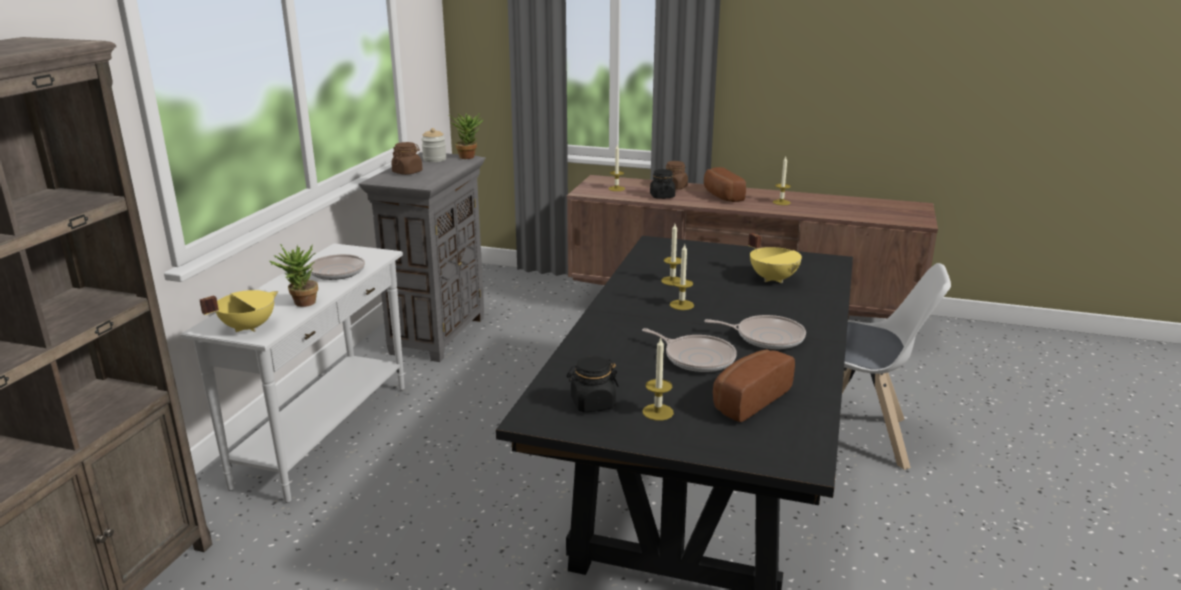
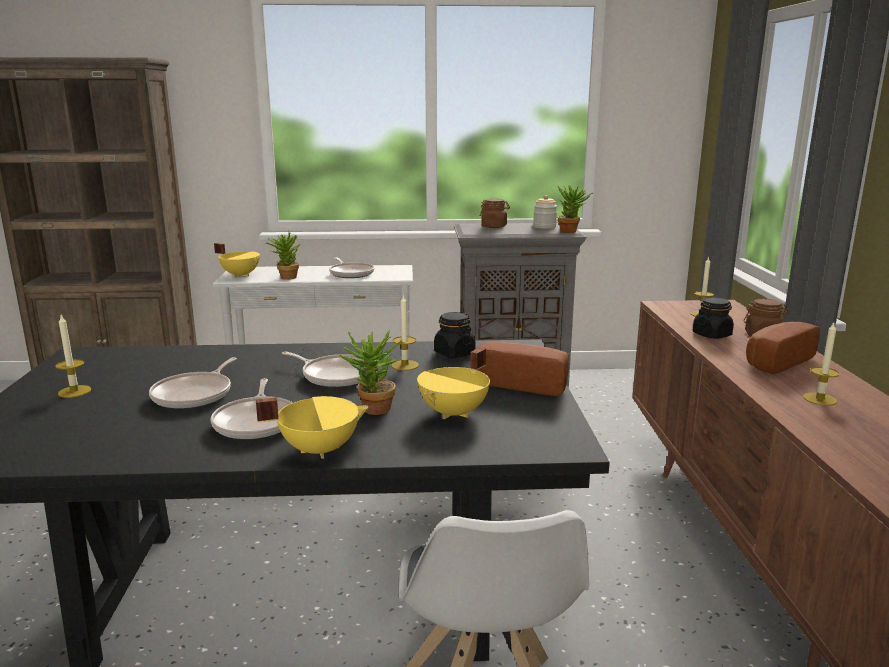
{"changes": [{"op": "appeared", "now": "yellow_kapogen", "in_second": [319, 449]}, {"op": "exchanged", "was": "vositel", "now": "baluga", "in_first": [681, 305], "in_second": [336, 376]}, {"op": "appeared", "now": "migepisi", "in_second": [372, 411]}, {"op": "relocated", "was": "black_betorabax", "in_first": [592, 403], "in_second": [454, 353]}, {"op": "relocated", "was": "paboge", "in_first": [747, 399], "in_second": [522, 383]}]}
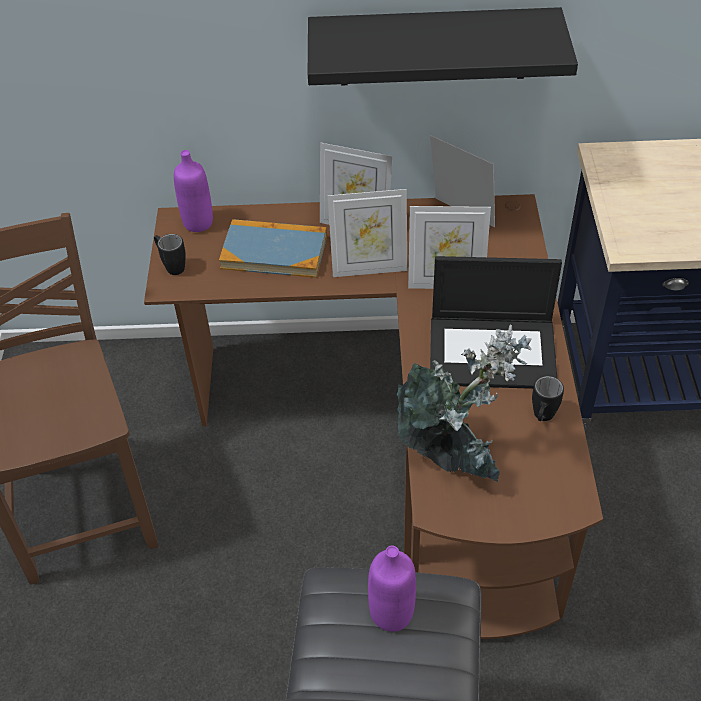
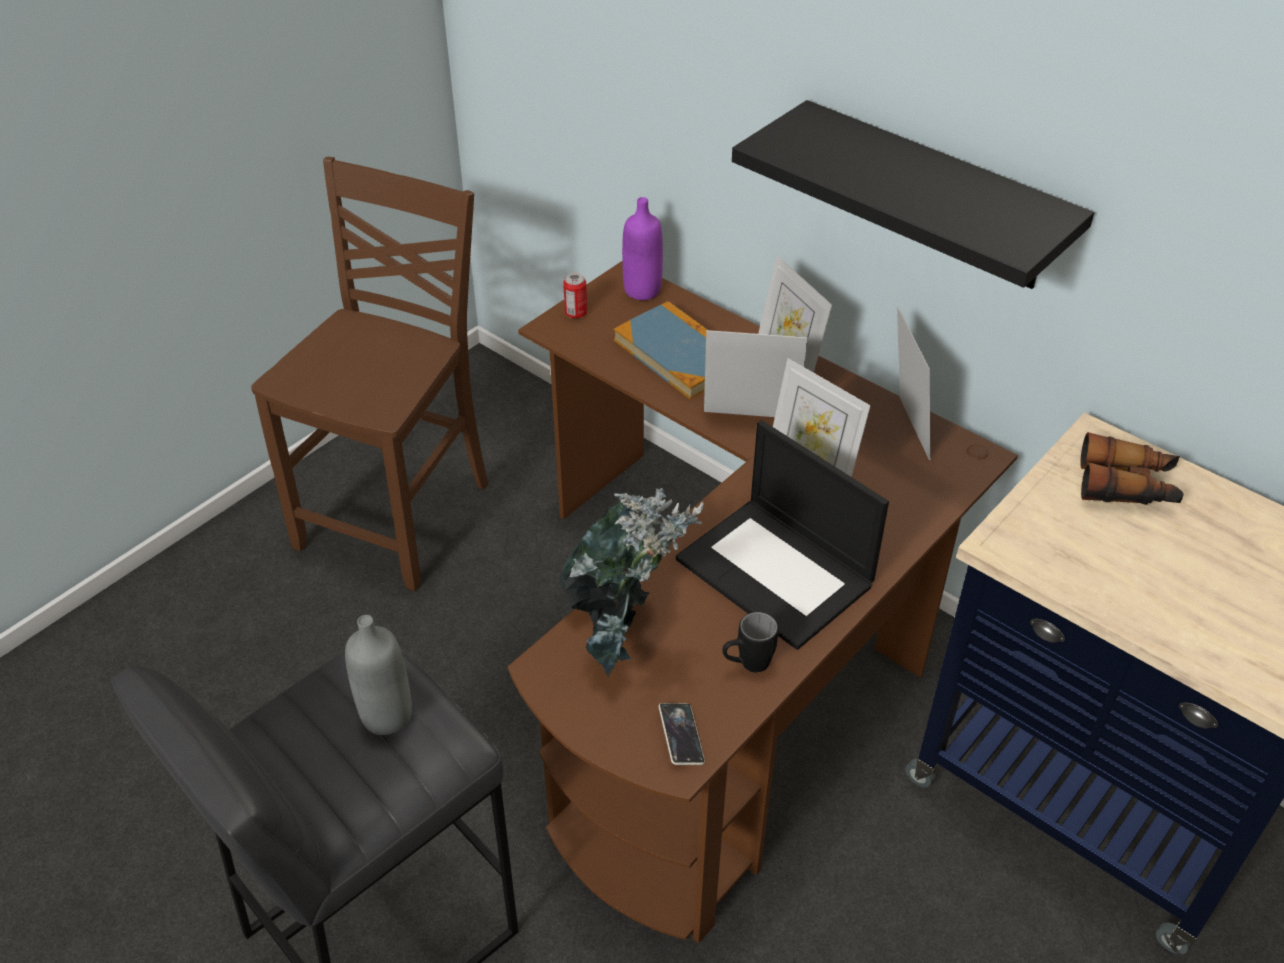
{"changes": [{"op": "colour", "was": "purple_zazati", "now": "grey_zazati", "in_first": [391, 613], "in_second": [386, 715]}, {"op": "exchanged", "was": "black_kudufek", "now": "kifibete", "in_first": [171, 266], "in_second": [576, 313]}, {"op": "appeared", "now": "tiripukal", "in_second": [681, 736]}, {"op": "spun", "was": "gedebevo", "in_first": [369, 268], "in_second": [750, 421], "clockwise": 150}, {"op": "appeared", "now": "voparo", "in_second": [1127, 485]}]}
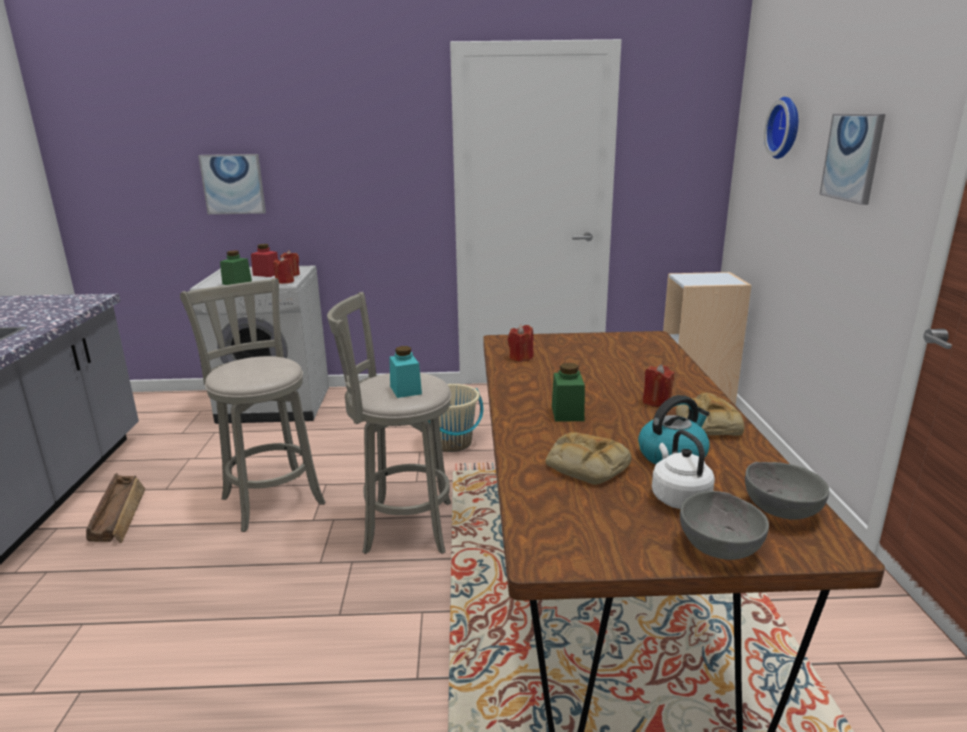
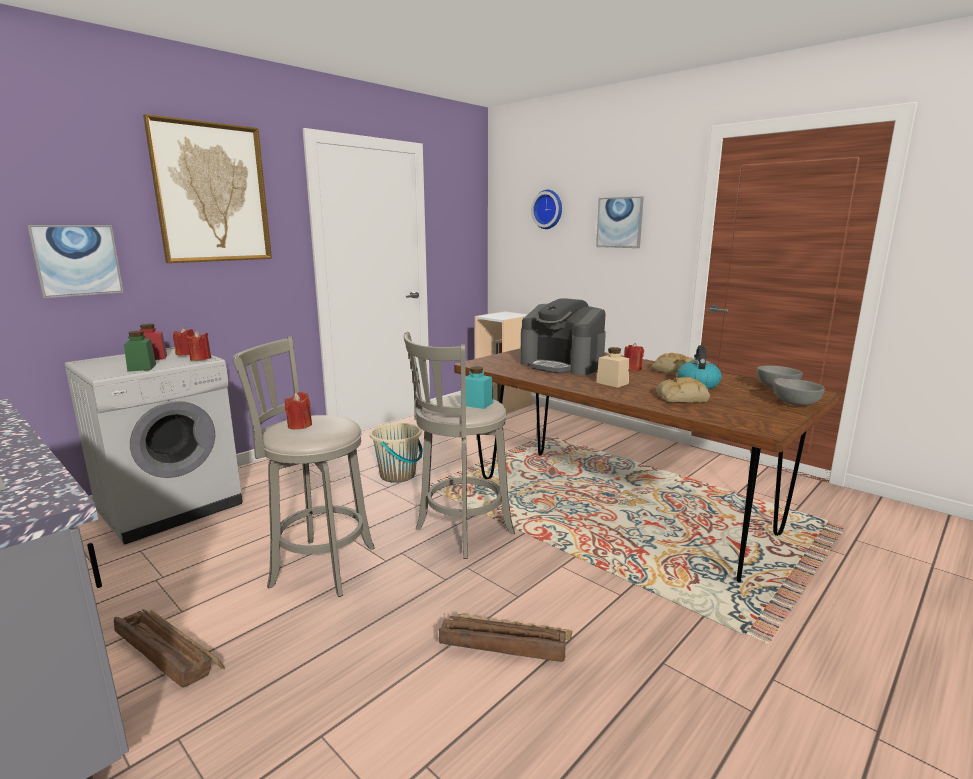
{"changes": [{"op": "appeared", "now": "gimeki", "in_second": [212, 193]}, {"op": "relocated", "was": "red_vositel", "in_first": [521, 357], "in_second": [299, 425]}, {"op": "appeared", "now": "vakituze", "in_second": [504, 646]}, {"op": "appeared", "now": "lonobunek", "in_second": [562, 365]}, {"op": "colour", "was": "green_betorabax", "now": "beige_betorabax", "in_first": [567, 413], "in_second": [612, 383]}, {"op": "missing", "was": "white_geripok", "in_first": [678, 497]}]}
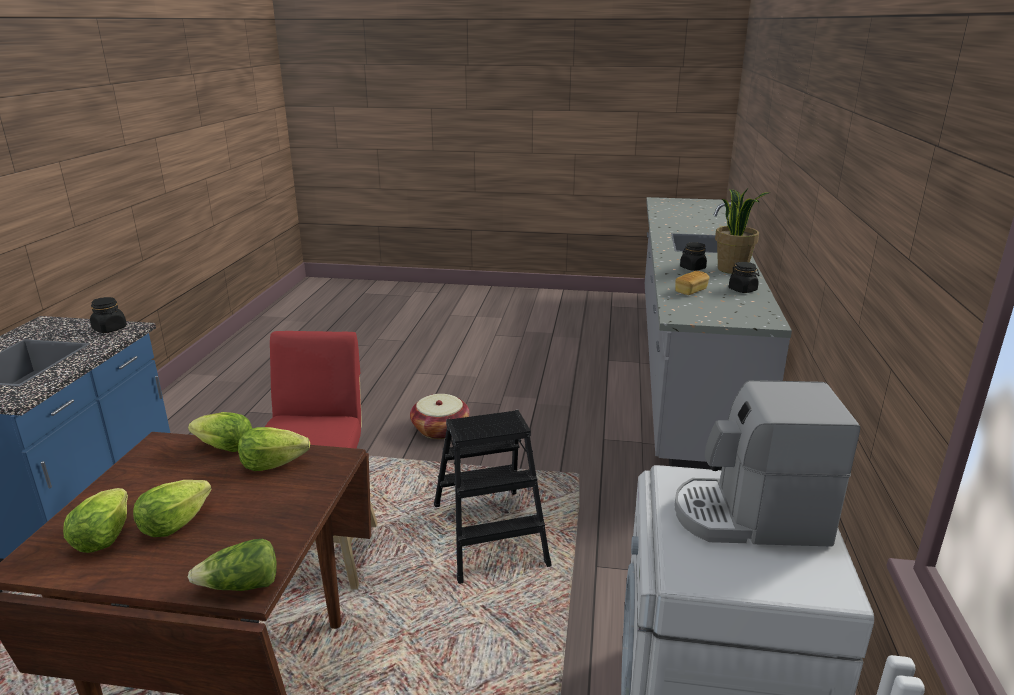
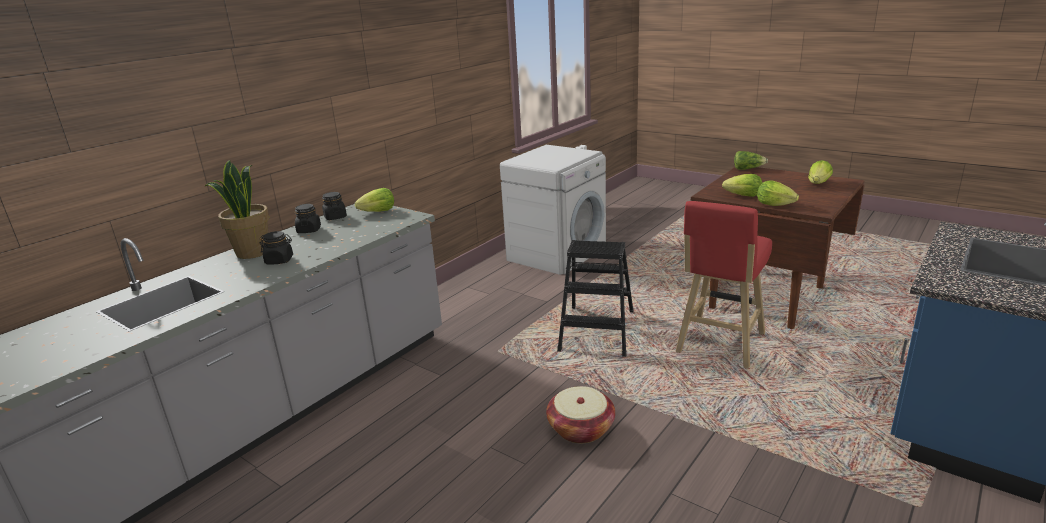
{"changes": [{"op": "relocated", "was": "black_betorabax", "in_first": [110, 329], "in_second": [335, 217]}, {"op": "relocated", "was": "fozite", "in_first": [174, 524], "in_second": [378, 212]}, {"op": "missing", "was": "lonobunek", "in_first": [750, 518]}, {"op": "missing", "was": "paboge", "in_first": [691, 291]}]}
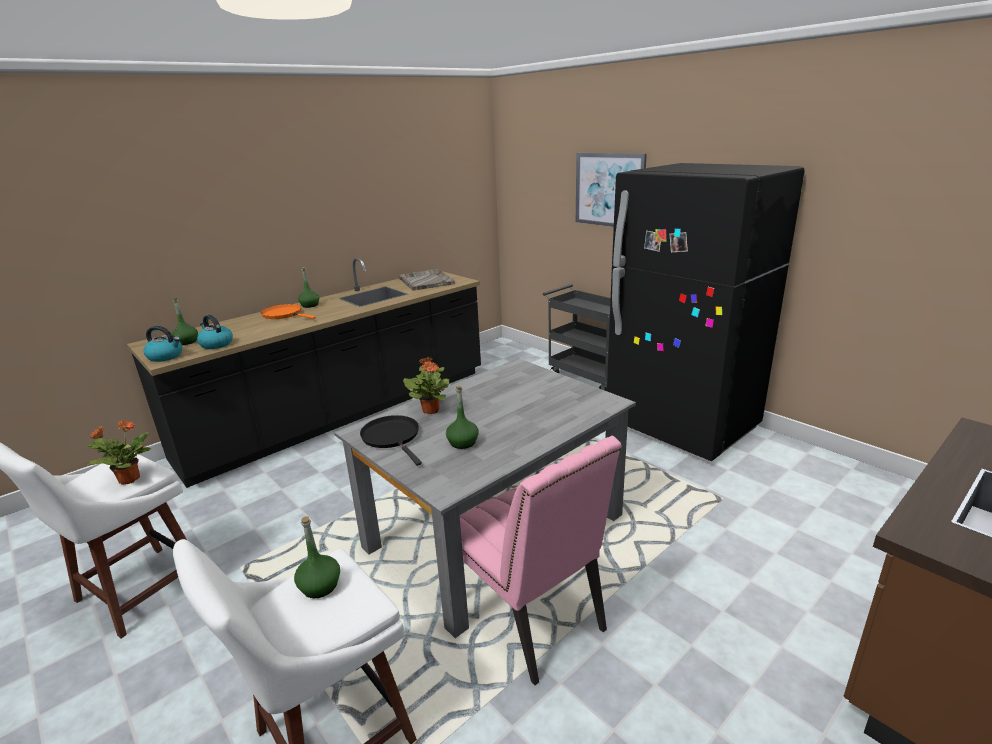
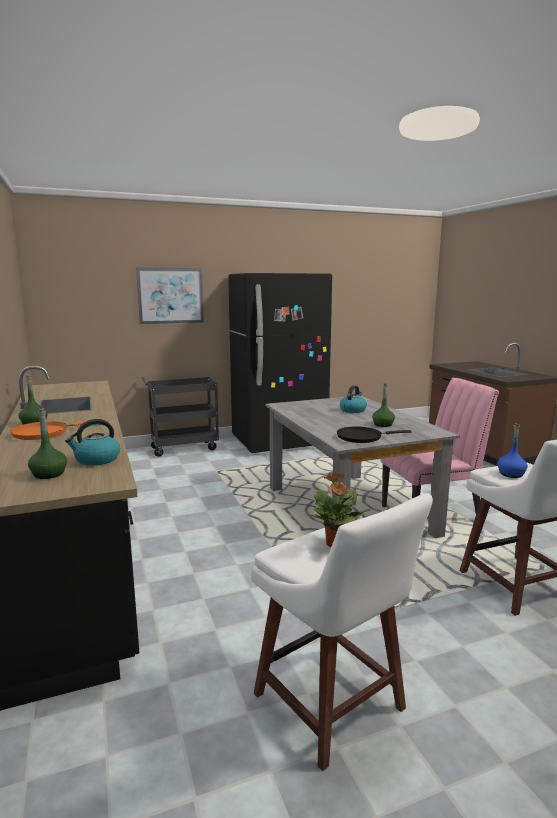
{"changes": [{"op": "relocated", "was": "geripok", "in_first": [166, 356], "in_second": [353, 410]}, {"op": "colour", "was": "green_zazati", "now": "blue_zazati", "in_first": [320, 586], "in_second": [511, 474]}, {"op": "missing", "was": "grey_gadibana", "in_first": [426, 281]}, {"op": "missing", "was": "migepisi", "in_first": [431, 410]}]}
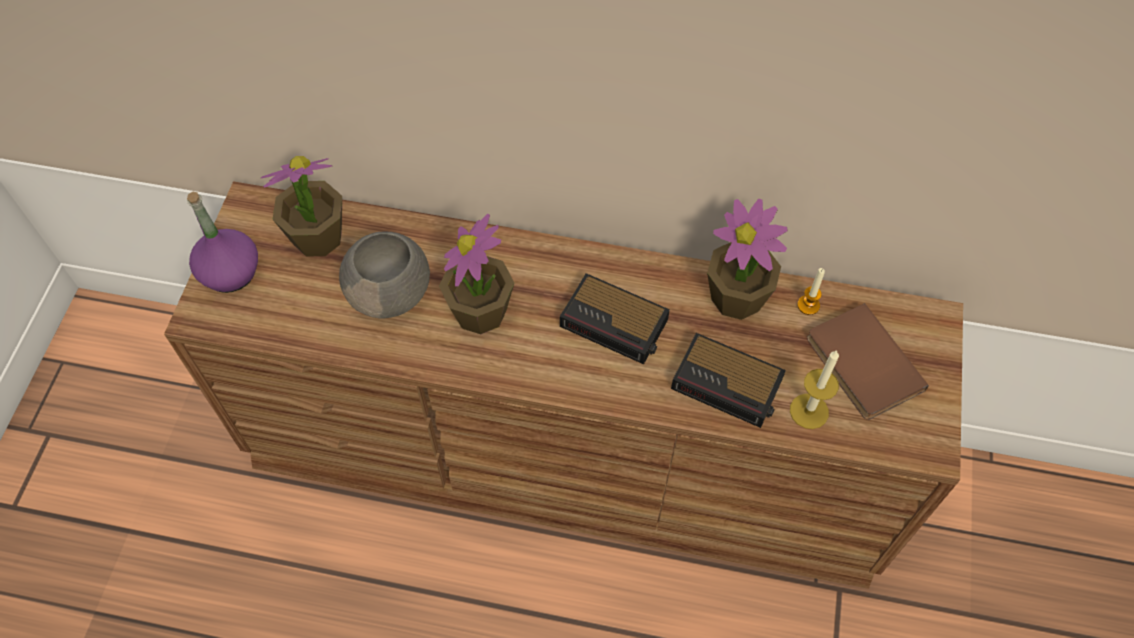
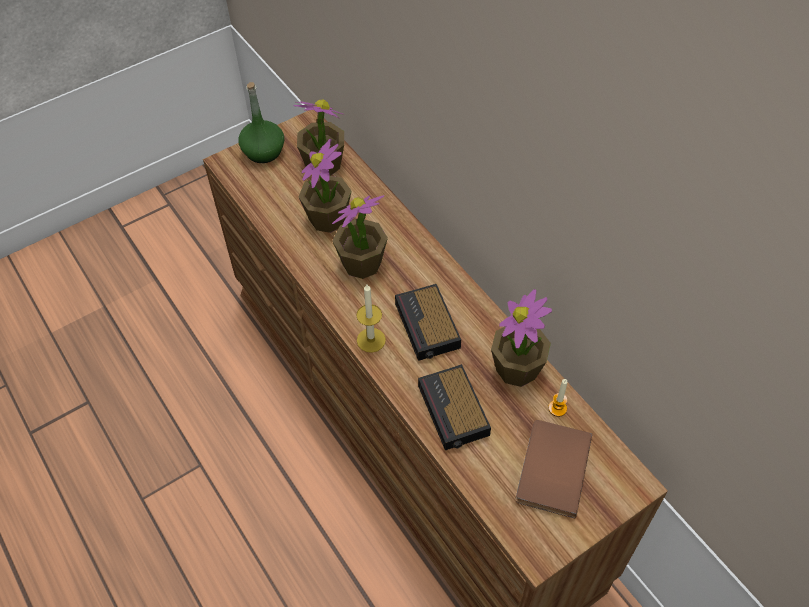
{"changes": [{"op": "colour", "was": "purple_zazati", "now": "green_zazati", "in_first": [230, 272], "in_second": [263, 151]}, {"op": "exchanged", "was": "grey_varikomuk", "now": "migepisi", "in_first": [391, 292], "in_second": [328, 219]}, {"op": "relocated", "was": "vositel", "in_first": [809, 411], "in_second": [371, 340]}]}
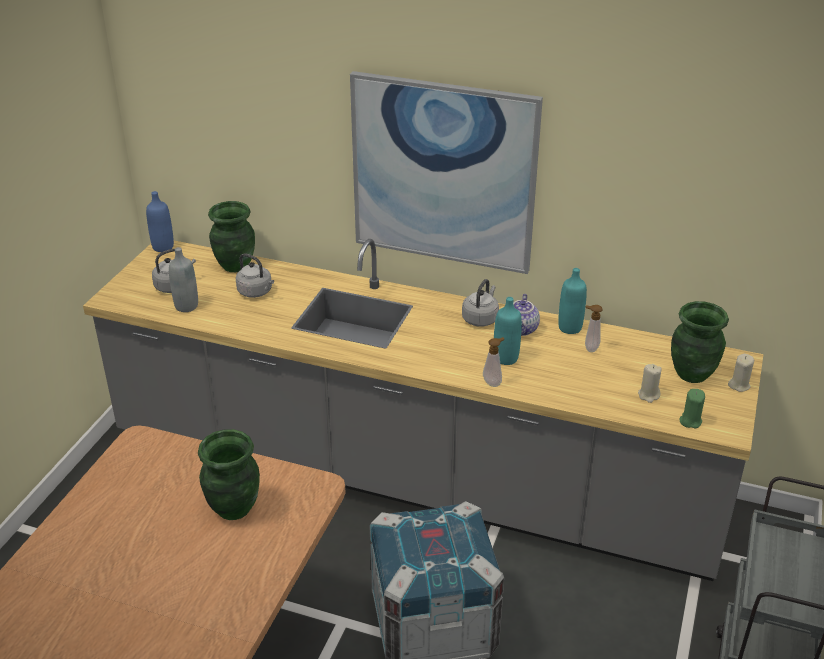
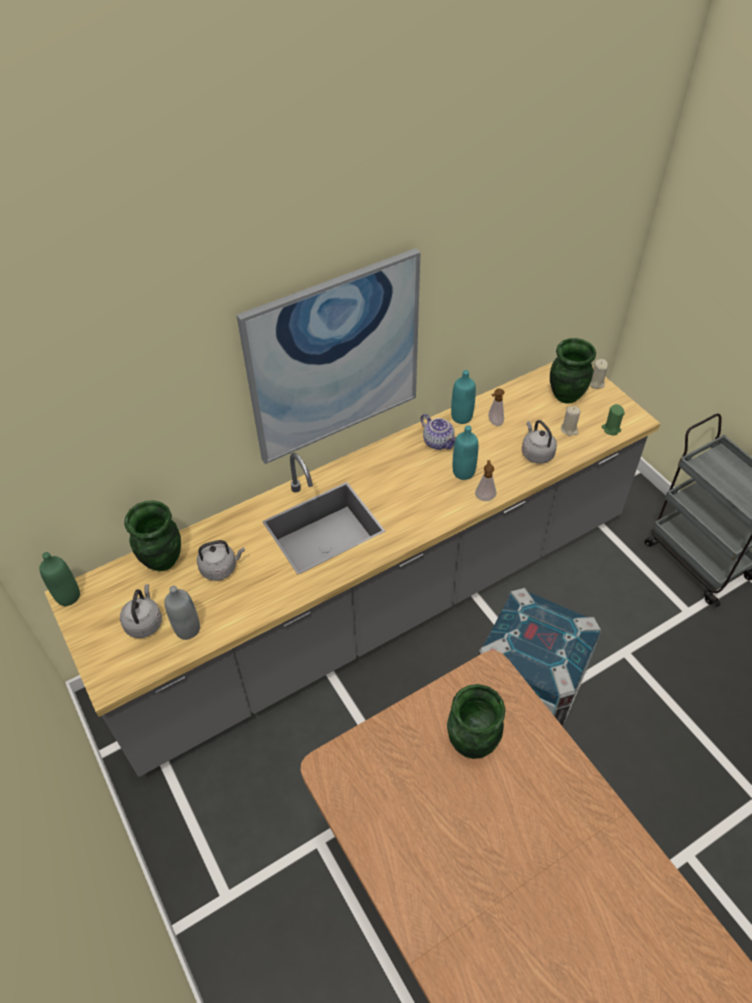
{"changes": [{"op": "colour", "was": "blue_zazati", "now": "green_zazati", "in_first": [163, 247], "in_second": [68, 596]}, {"op": "relocated", "was": "grey_geripok", "in_first": [480, 318], "in_second": [536, 453]}]}
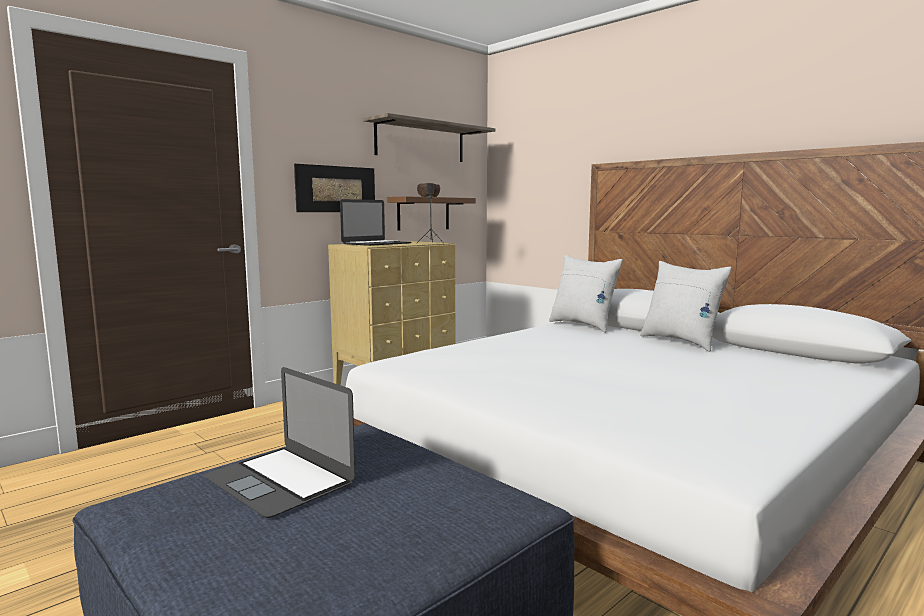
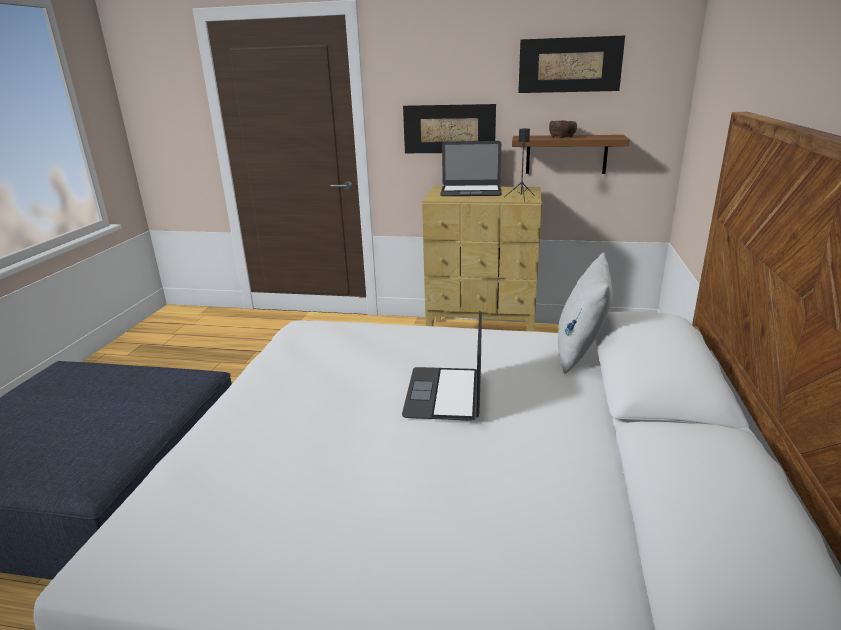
{"changes": [{"op": "relocated", "was": "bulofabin", "in_first": [280, 480], "in_second": [444, 393]}, {"op": "exchanged", "was": "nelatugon", "now": "gimeki", "in_first": [420, 142], "in_second": [569, 65]}, {"op": "missing", "was": "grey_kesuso", "in_first": [680, 342]}]}
